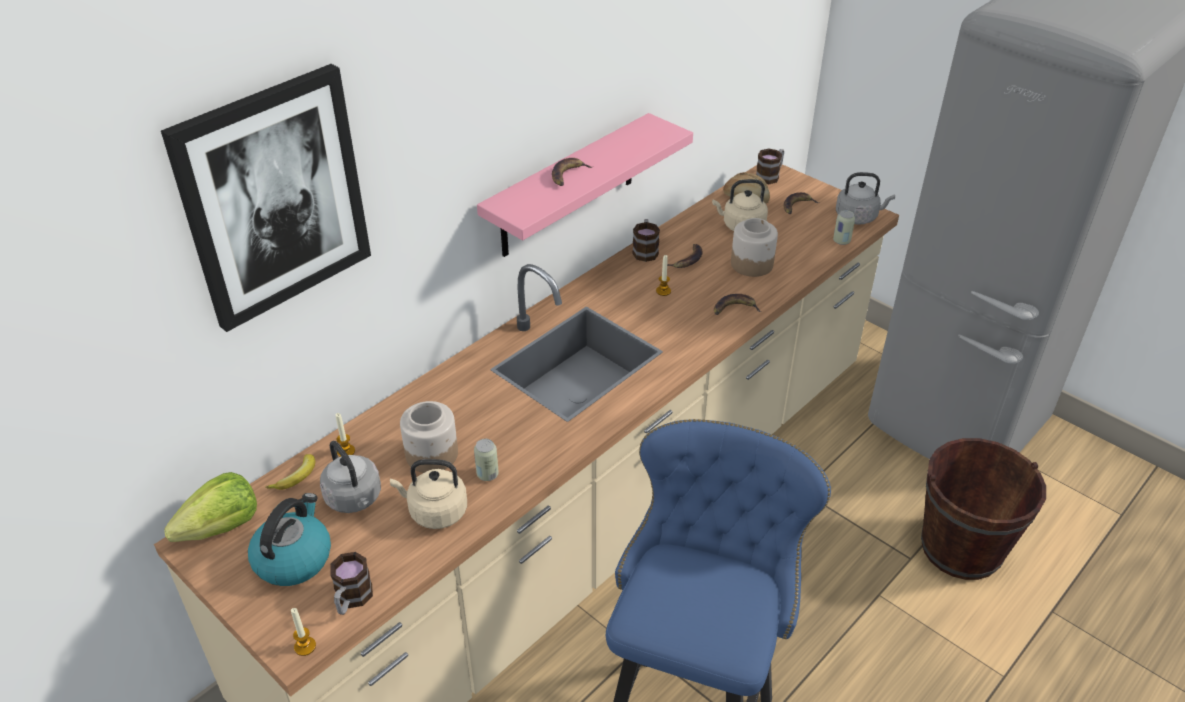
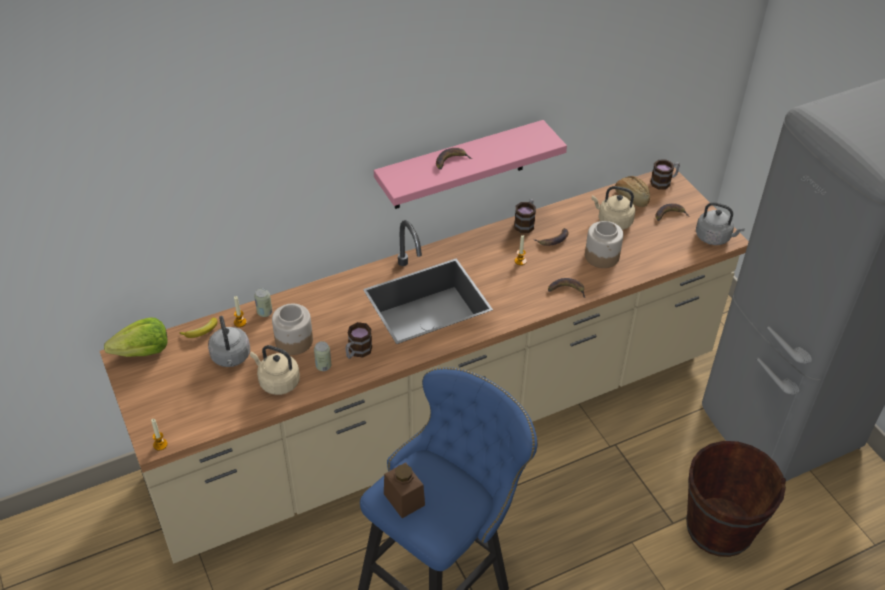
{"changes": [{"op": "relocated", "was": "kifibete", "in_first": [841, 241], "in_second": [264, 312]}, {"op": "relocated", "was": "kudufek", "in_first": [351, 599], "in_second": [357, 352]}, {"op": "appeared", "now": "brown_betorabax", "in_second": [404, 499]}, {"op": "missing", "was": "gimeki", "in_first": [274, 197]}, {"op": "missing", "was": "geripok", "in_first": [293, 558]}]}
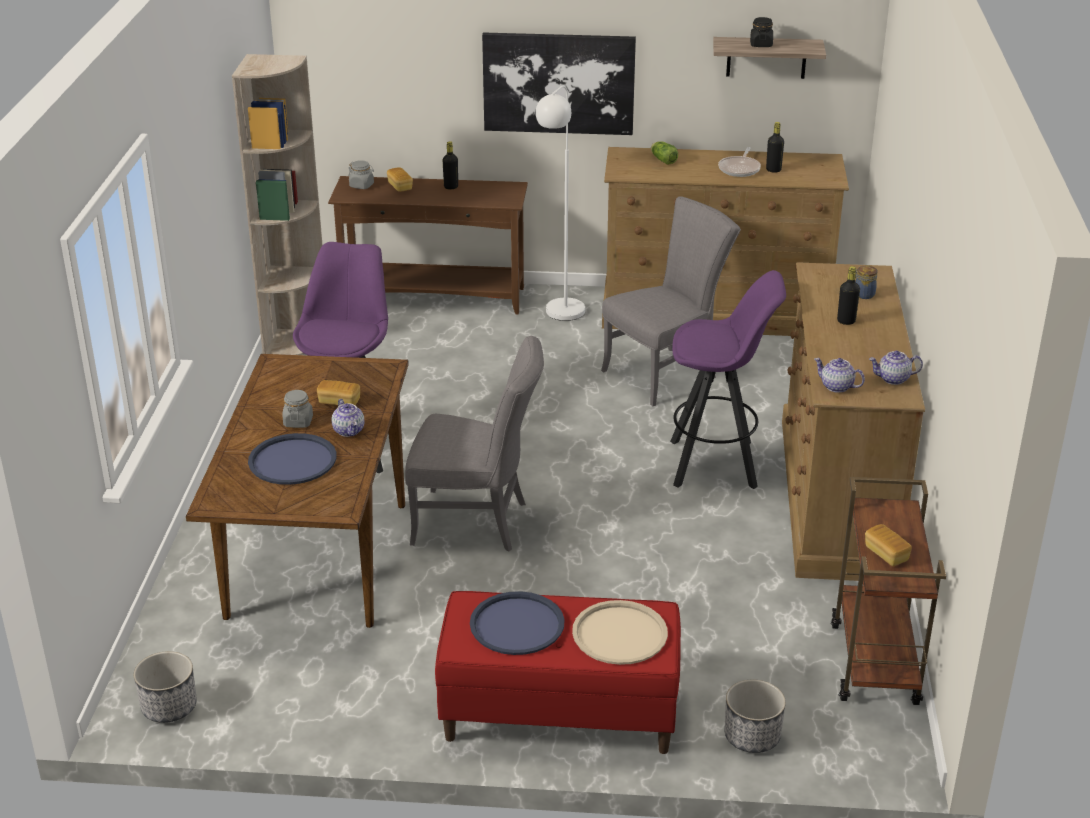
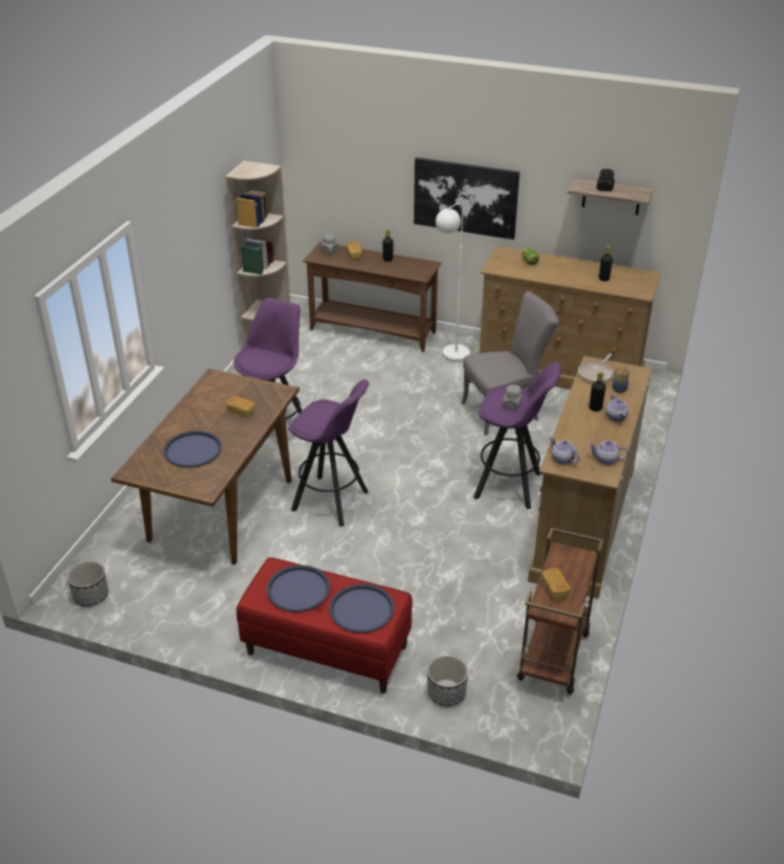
{"changes": [{"op": "exchanged", "was": "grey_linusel", "now": "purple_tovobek", "in_first": [477, 522], "in_second": [332, 501]}, {"op": "colour", "was": "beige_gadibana", "now": "blue_gadibana", "in_first": [620, 634], "in_second": [362, 609]}, {"op": "relocated", "was": "grey_betorabax", "in_first": [298, 422], "in_second": [512, 405]}, {"op": "relocated", "was": "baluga", "in_first": [740, 169], "in_second": [596, 374]}, {"op": "relocated", "was": "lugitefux", "in_first": [349, 431], "in_second": [616, 417]}]}
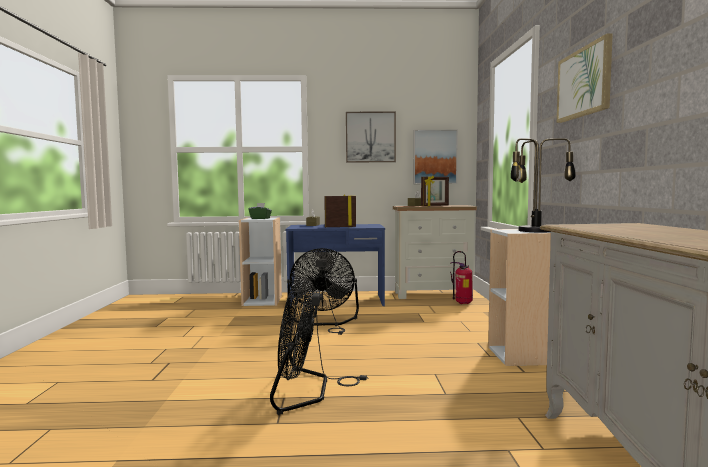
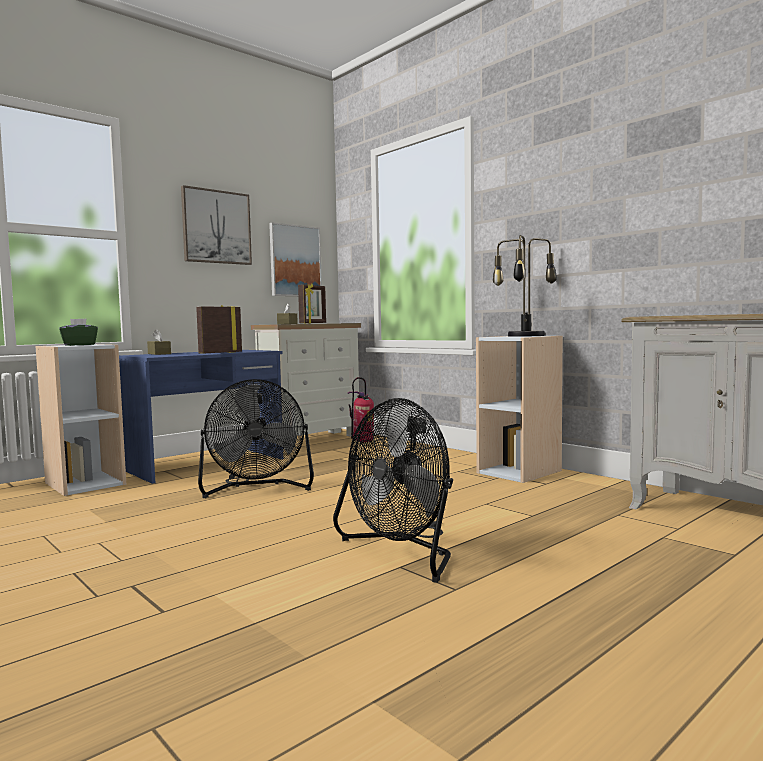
{"changes": [{"op": "spun", "was": "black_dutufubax", "in_first": [325, 323], "in_second": [253, 488], "clockwise": -150}, {"op": "missing", "was": "gimeki", "in_first": [584, 82]}]}
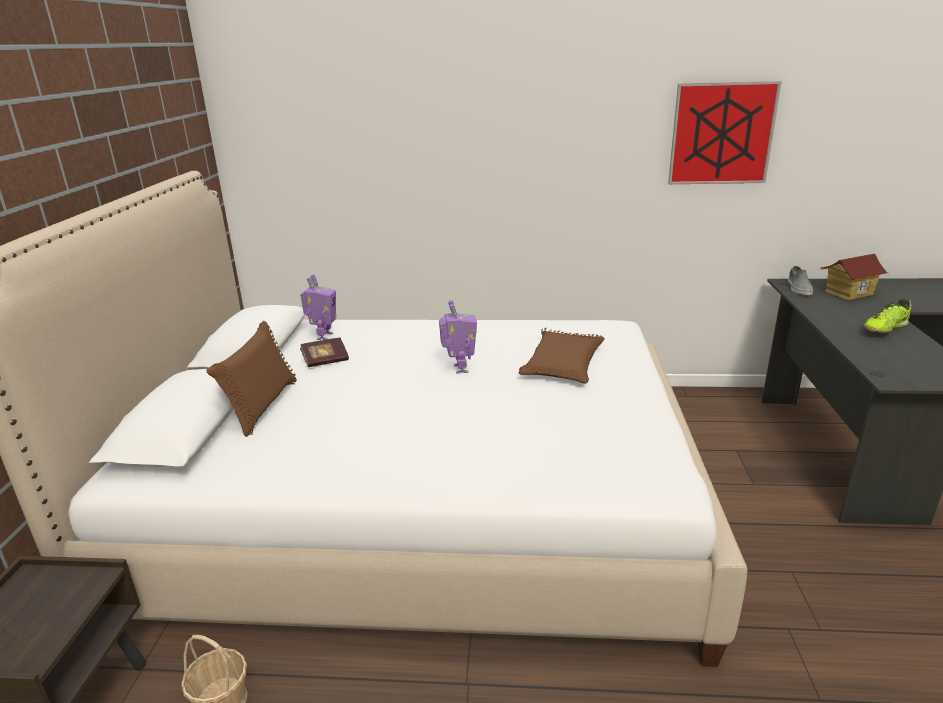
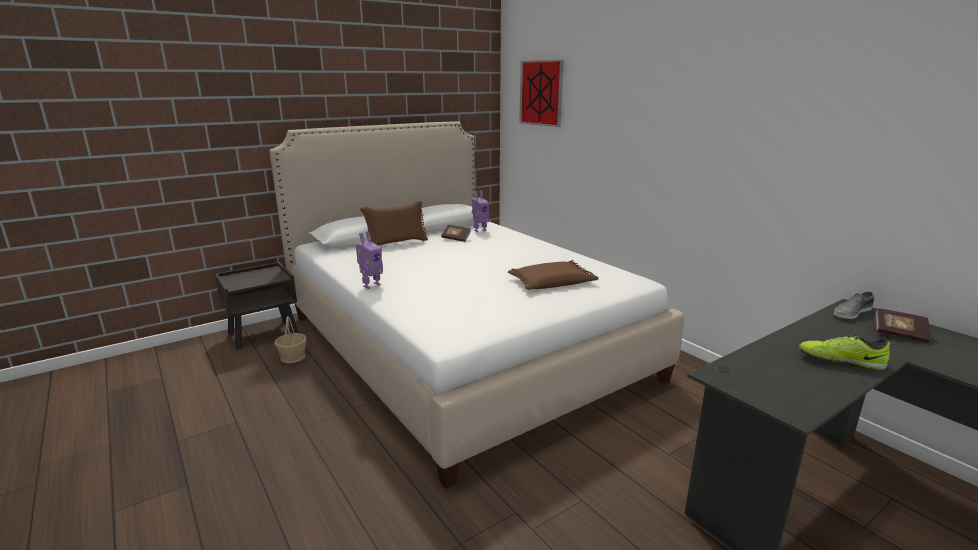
{"changes": [{"op": "relocated", "was": "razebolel", "in_first": [459, 369], "in_second": [371, 285]}, {"op": "relocated", "was": "gimeki", "in_first": [721, 134], "in_second": [541, 93]}, {"op": "exchanged", "was": "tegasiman", "now": "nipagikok", "in_first": [848, 293], "in_second": [899, 334]}]}
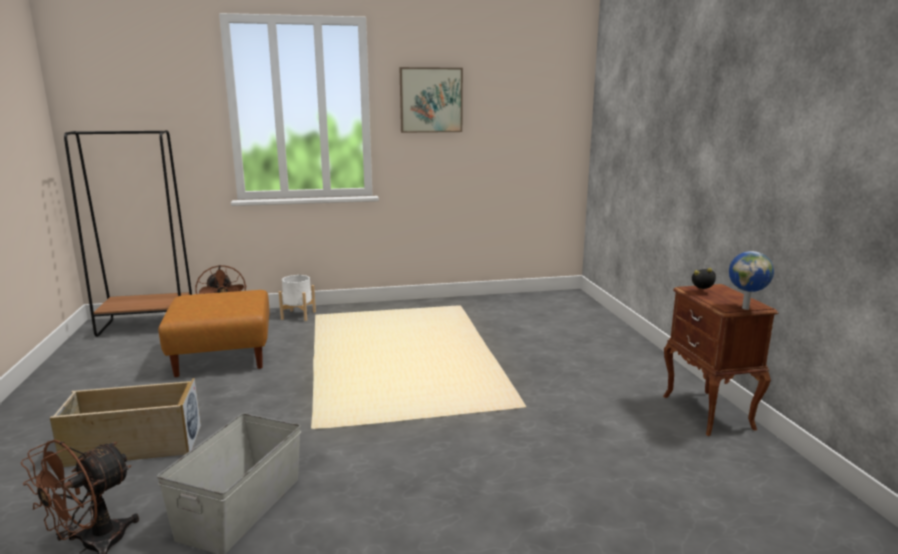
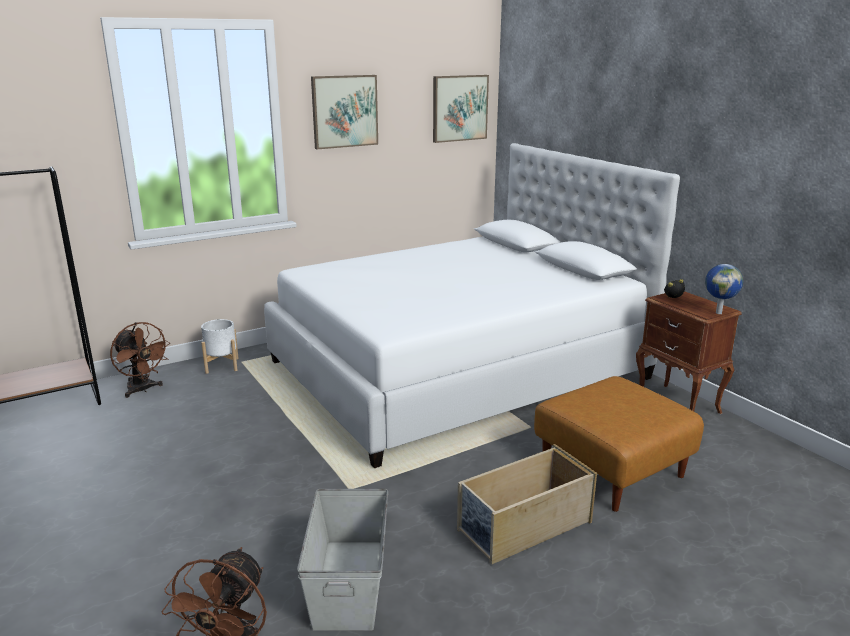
{"changes": [{"op": "appeared", "now": "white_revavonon", "in_second": [457, 370]}, {"op": "appeared", "now": "gimeki", "in_second": [459, 108]}, {"op": "relocated", "was": "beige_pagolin", "in_first": [133, 446], "in_second": [523, 526]}, {"op": "relocated", "was": "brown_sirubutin", "in_first": [223, 356], "in_second": [612, 469]}]}
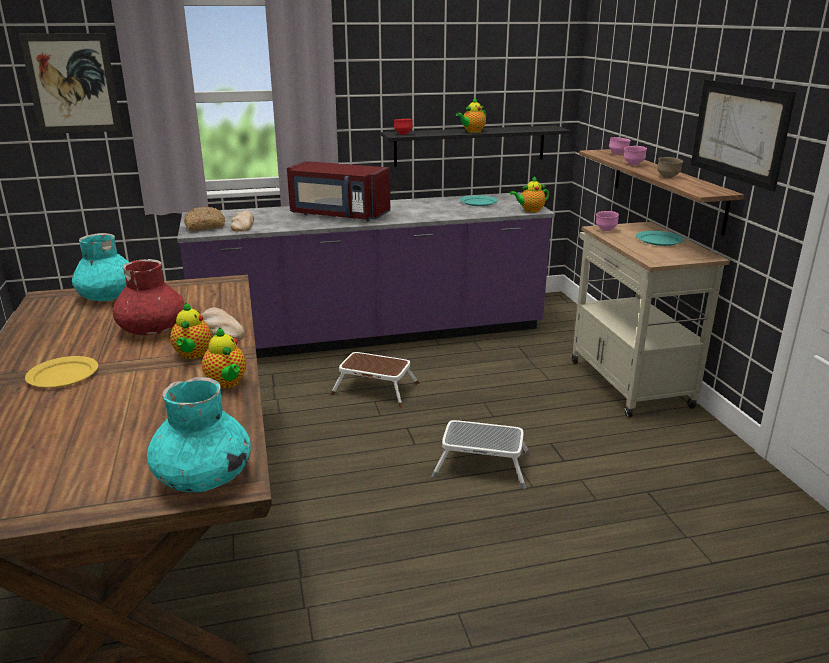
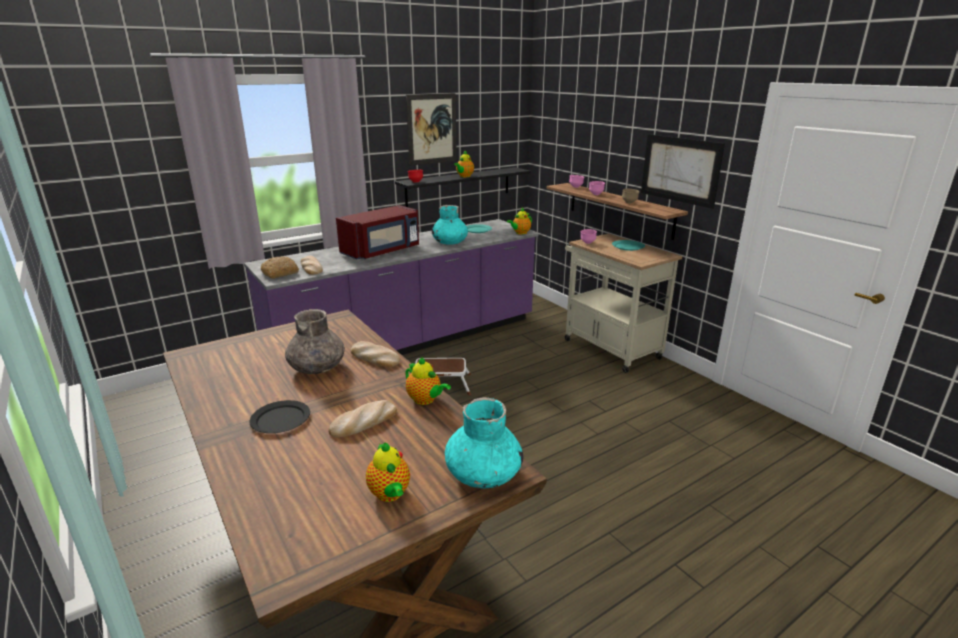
{"changes": [{"op": "colour", "was": "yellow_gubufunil", "now": "black_gubufunil", "in_first": [63, 375], "in_second": [281, 419]}, {"op": "colour", "was": "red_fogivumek", "now": "grey_fogivumek", "in_first": [152, 329], "in_second": [317, 367]}, {"op": "appeared", "now": "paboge", "in_second": [363, 422]}, {"op": "spun", "was": "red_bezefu", "in_first": [338, 215], "in_second": [382, 251], "clockwise": -45}, {"op": "relocated", "was": "lugitefux", "in_first": [192, 355], "in_second": [390, 495]}, {"op": "relocated", "was": "gimeki", "in_first": [72, 84], "in_second": [432, 129]}, {"op": "relocated", "was": "turquoise_fogivumek", "in_first": [108, 296], "in_second": [450, 242]}, {"op": "missing", "was": "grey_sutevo", "in_first": [481, 465]}]}
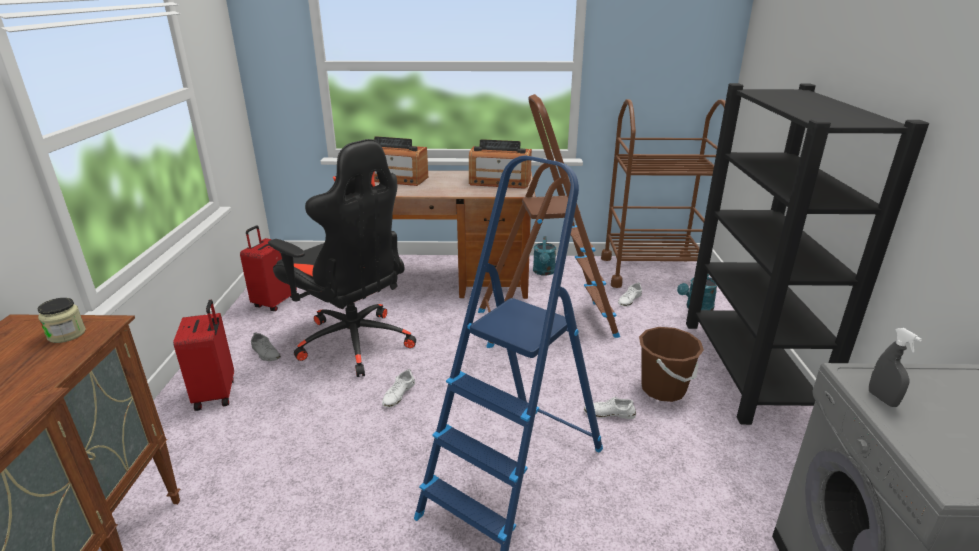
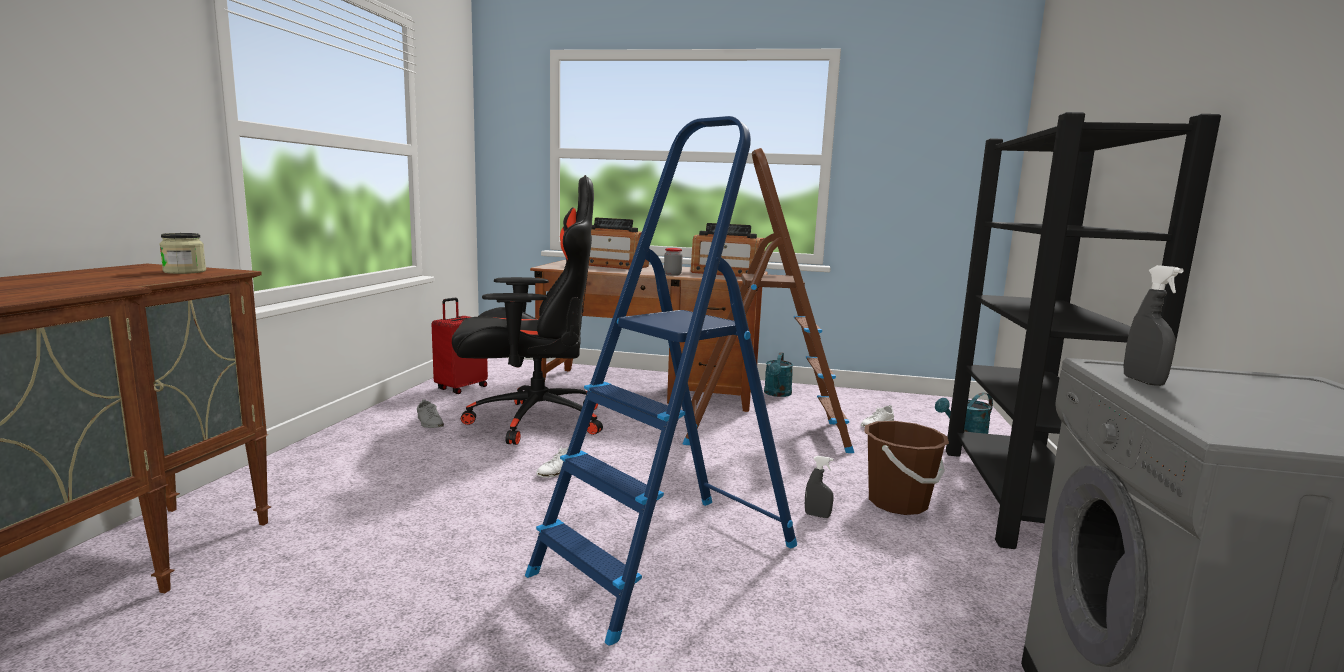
{"changes": [{"op": "spun", "was": "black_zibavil", "in_first": [349, 339], "in_second": [526, 422], "clockwise": -60}, {"op": "appeared", "now": "betorabax", "in_second": [672, 274]}, {"op": "exchanged", "was": "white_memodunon", "now": "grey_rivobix", "in_first": [609, 413], "in_second": [817, 515]}, {"op": "missing", "was": "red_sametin", "in_first": [217, 394]}, {"op": "missing", "was": "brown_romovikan", "in_first": [651, 272]}]}
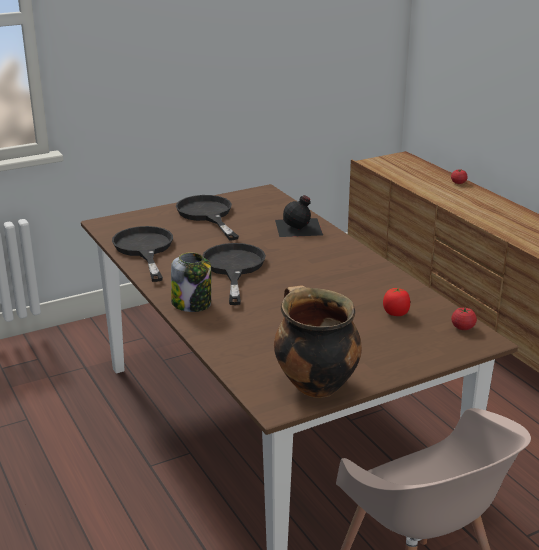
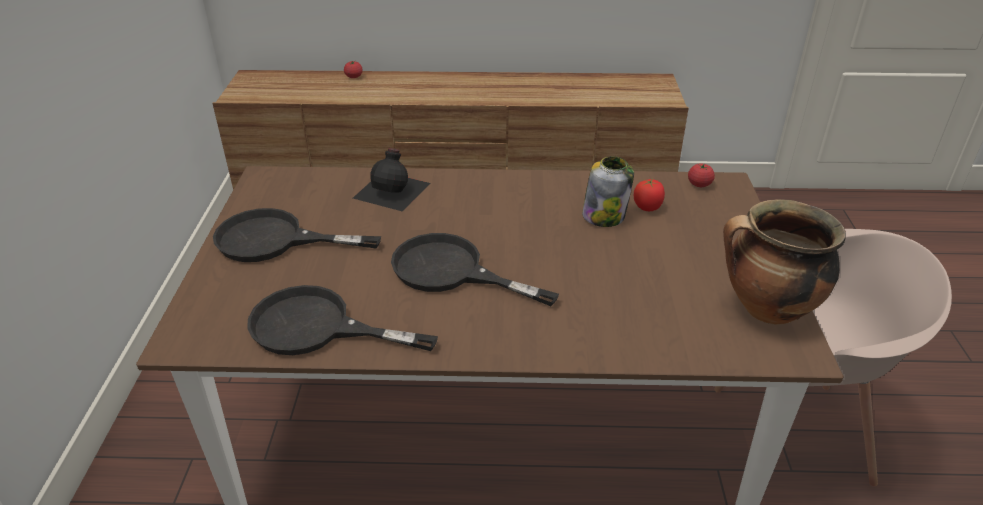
{"changes": [{"op": "relocated", "was": "betorabax", "in_first": [192, 304], "in_second": [604, 216]}]}
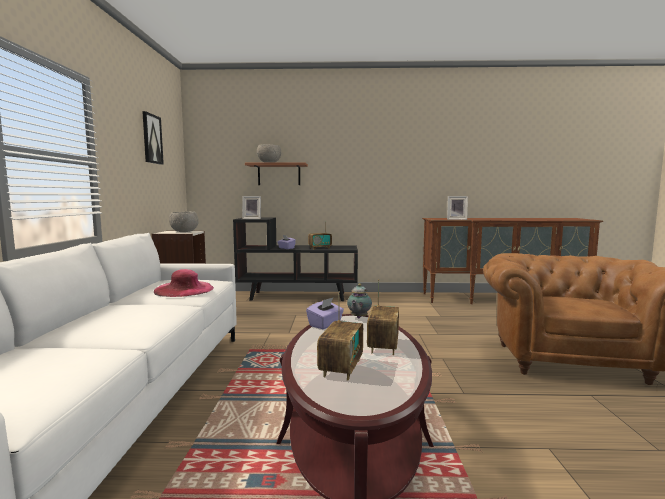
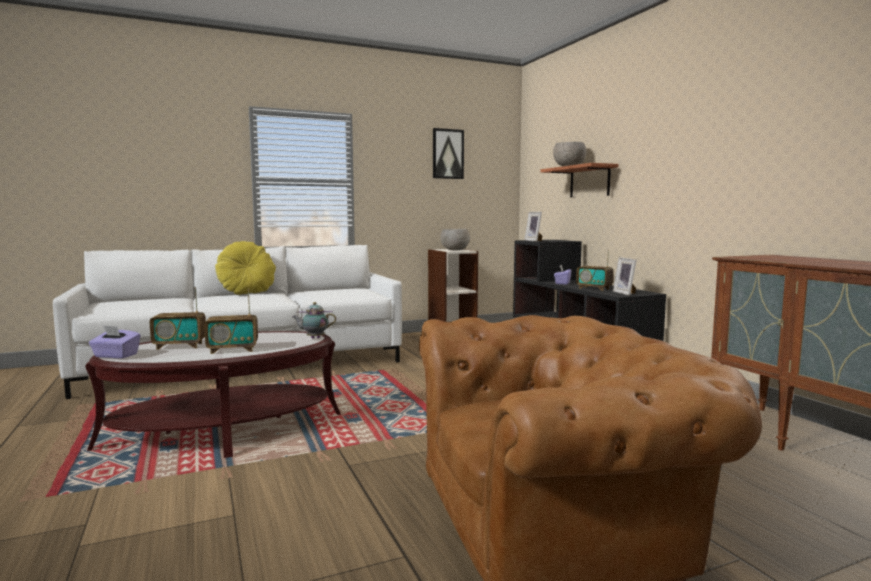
{"changes": [{"op": "relocated", "was": "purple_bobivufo", "in_first": [325, 324], "in_second": [115, 356]}, {"op": "appeared", "now": "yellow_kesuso", "in_second": [247, 293]}, {"op": "relocated", "was": "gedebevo", "in_first": [456, 219], "in_second": [626, 293]}, {"op": "missing", "was": "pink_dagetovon", "in_first": [184, 289]}]}
